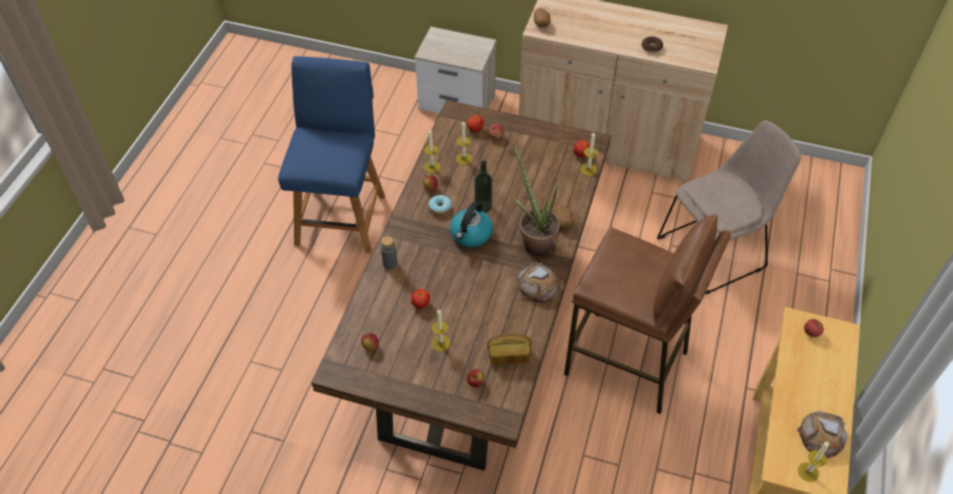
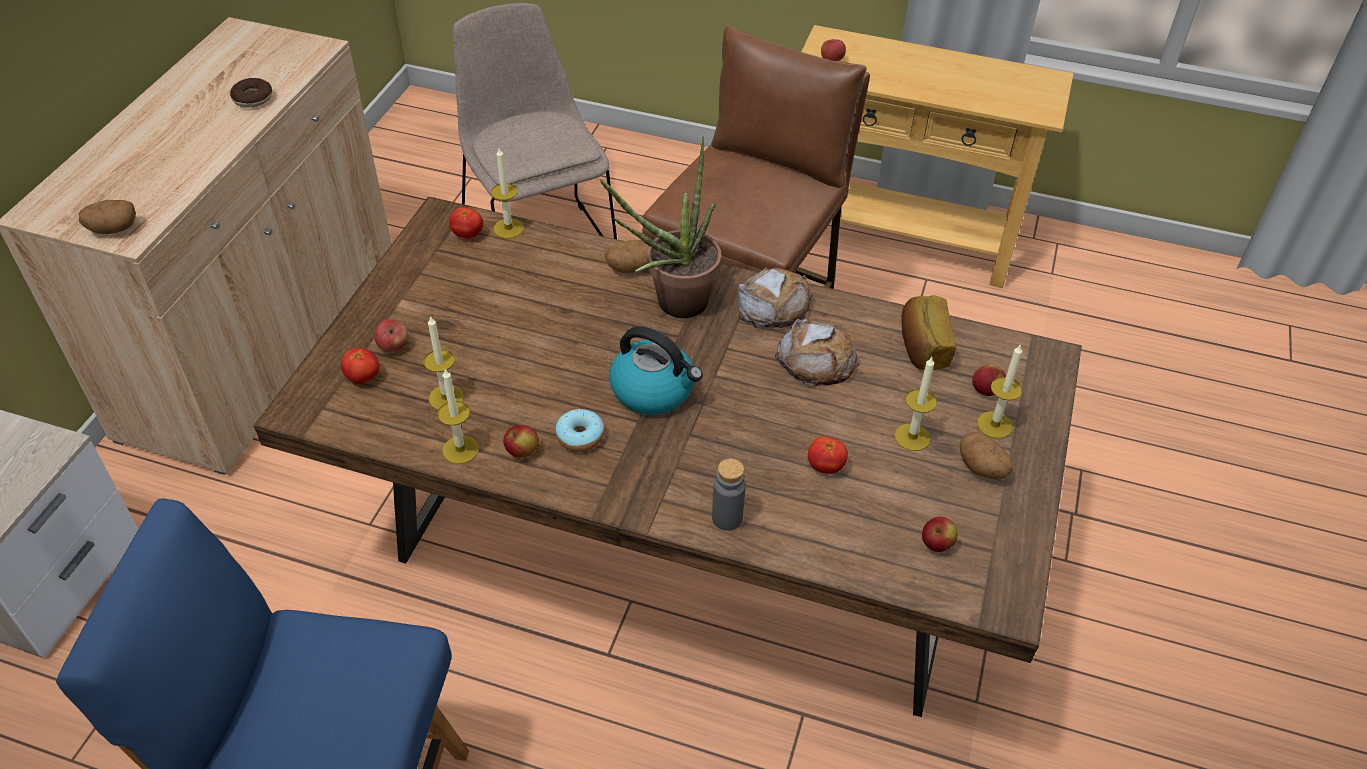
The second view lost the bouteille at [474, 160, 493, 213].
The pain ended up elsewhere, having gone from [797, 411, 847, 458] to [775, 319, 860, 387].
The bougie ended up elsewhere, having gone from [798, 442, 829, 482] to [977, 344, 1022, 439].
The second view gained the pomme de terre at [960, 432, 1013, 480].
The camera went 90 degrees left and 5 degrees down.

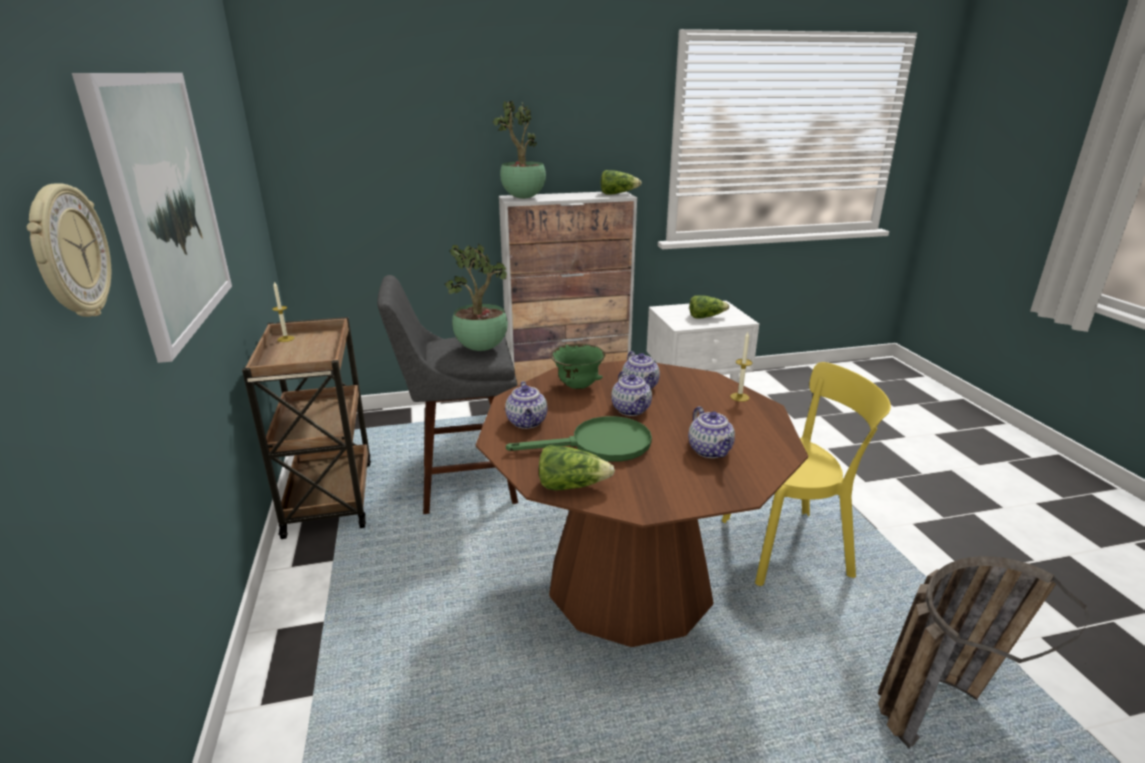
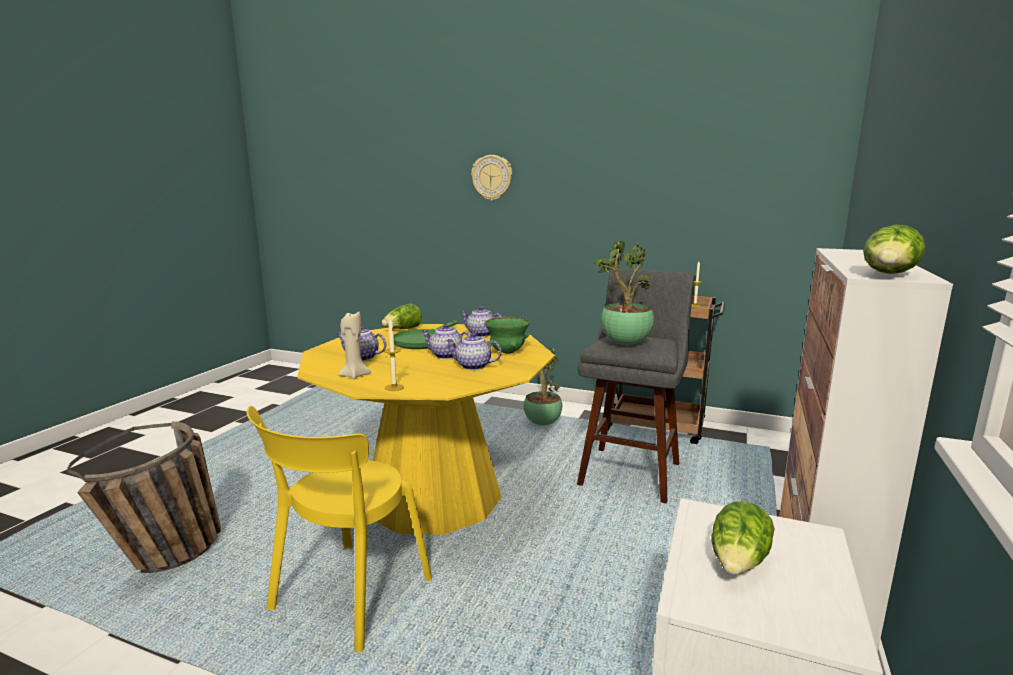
The second view lost the tableau at [72, 73, 232, 363].
The plante en pot ended up elsewhere, having gone from [493, 101, 546, 199] to [524, 348, 562, 425].
What was the table à manger/marron at [476, 360, 808, 647] turned into the table à manger/jaune at [297, 324, 555, 535].
The second view gained the bougie/beige at [338, 312, 371, 379].
The camera went 125 degrees right and 10 degrees down.

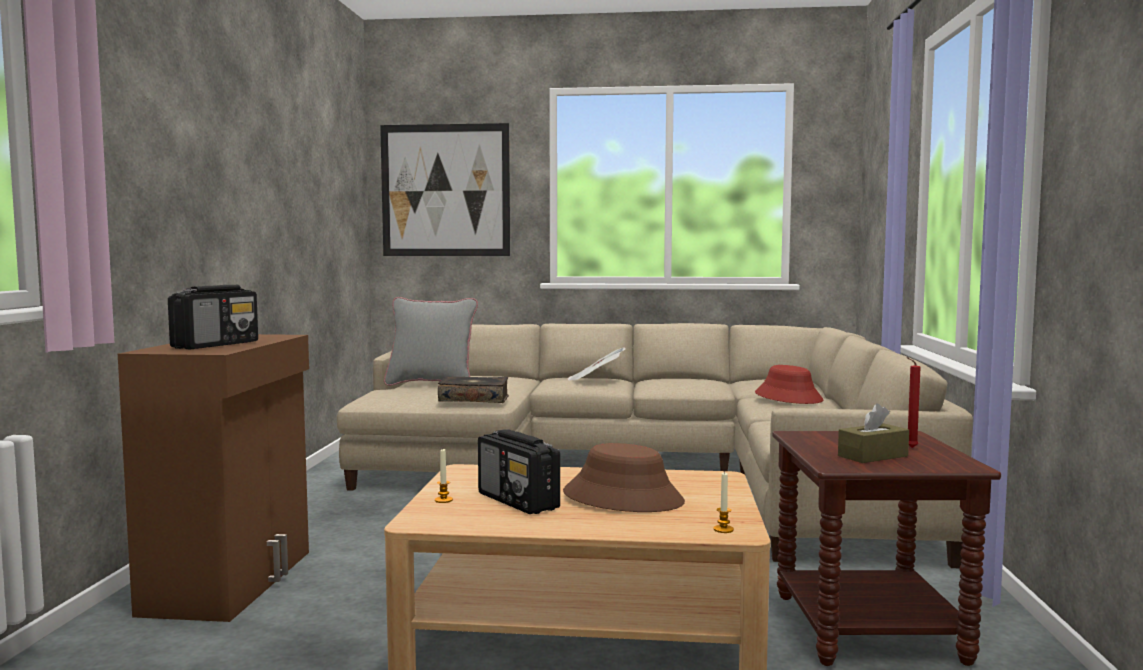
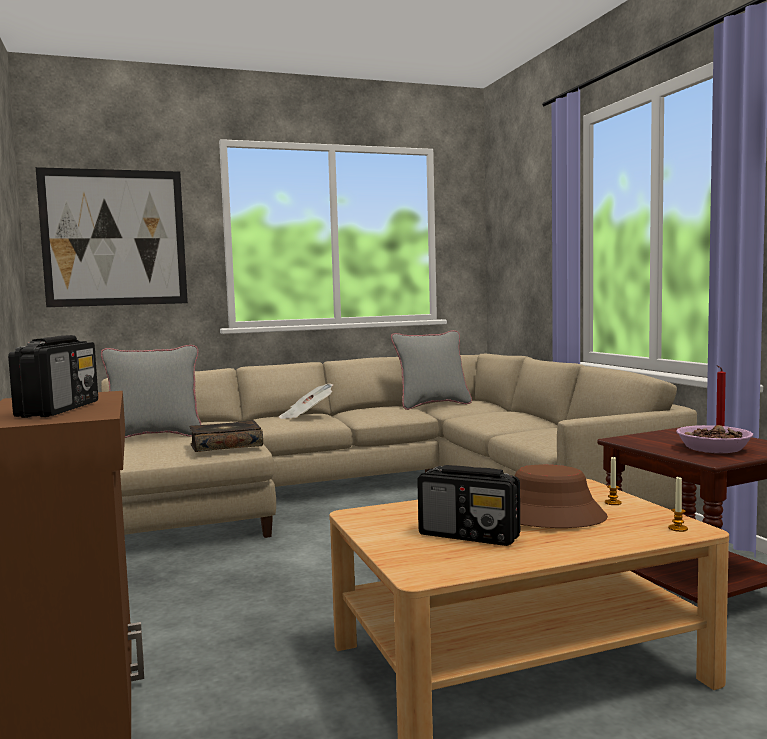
The second view lost the chapeau/rouge at [755, 365, 823, 404].
Where the boîte à mouchoirs/marron stood at [838, 404, 909, 463], the bol came to stand at [676, 425, 753, 453].
The bougie ended up elsewhere, having gone from [435, 449, 453, 503] to [605, 456, 622, 505].
The second view gained the coussin/gris at [391, 330, 472, 410].
The camera went 25 degrees left and 0 degrees up.

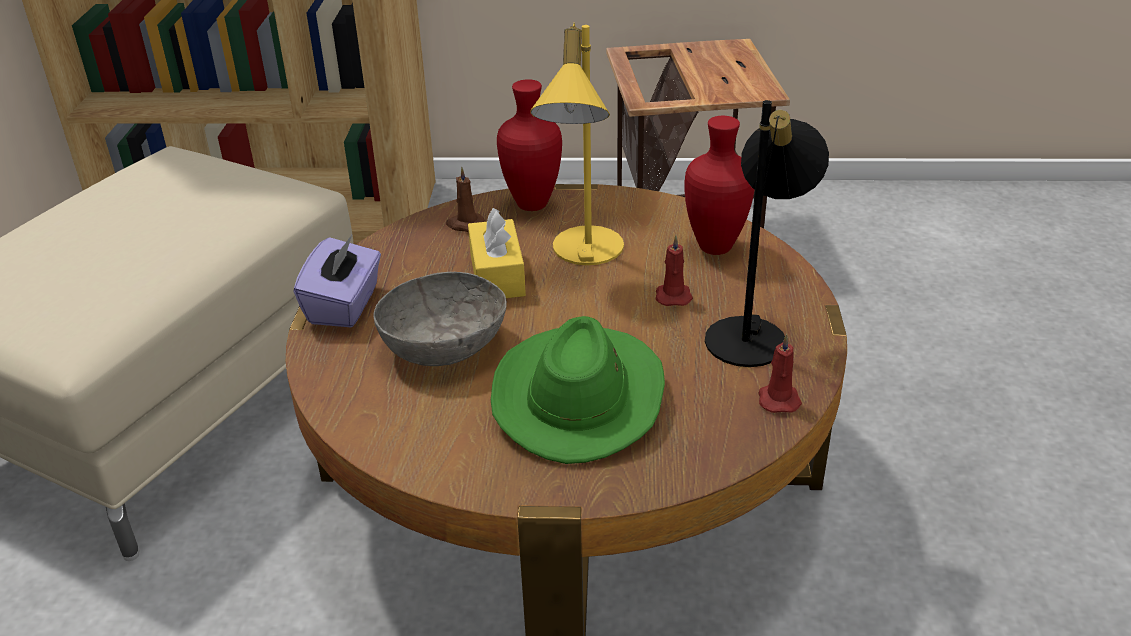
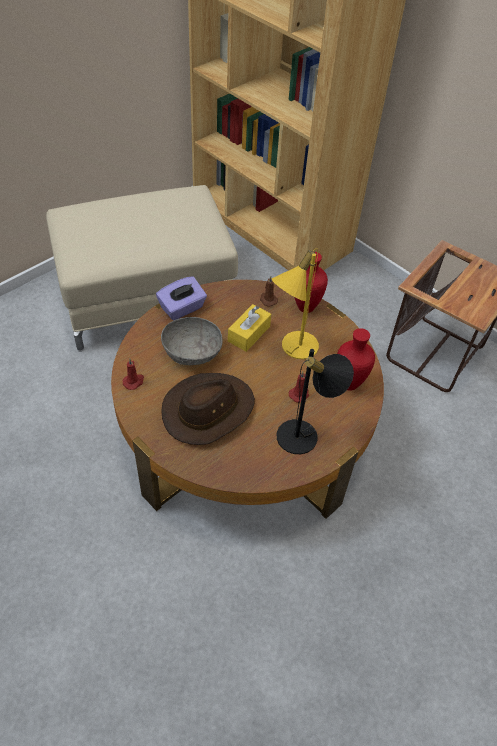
What was the chapeau/vert at [491, 316, 665, 464] turned into the chapeau/marron at [161, 373, 255, 445].
The bougie/rouge ended up elsewhere, having gone from [759, 334, 802, 413] to [123, 359, 144, 390].
The camera went 40 degrees right and 15 degrees up.

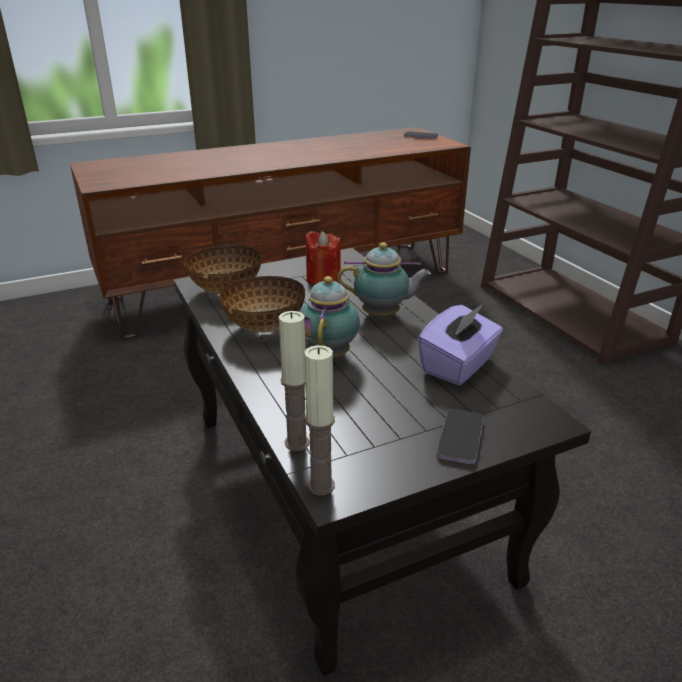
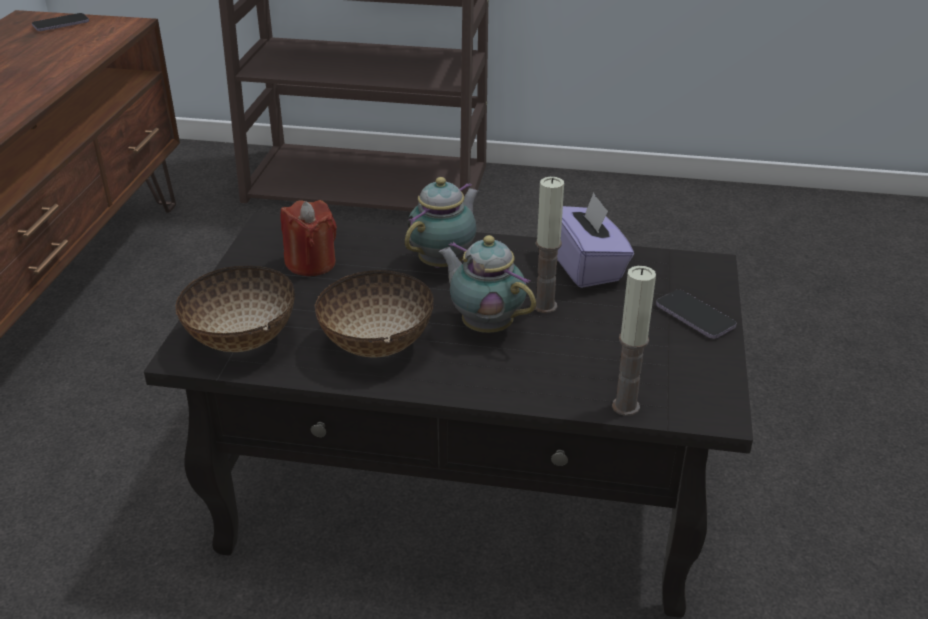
The bougie ended up elsewhere, having gone from [304, 345, 335, 496] to [535, 177, 564, 313].
The camera went 55 degrees left and 5 degrees up.

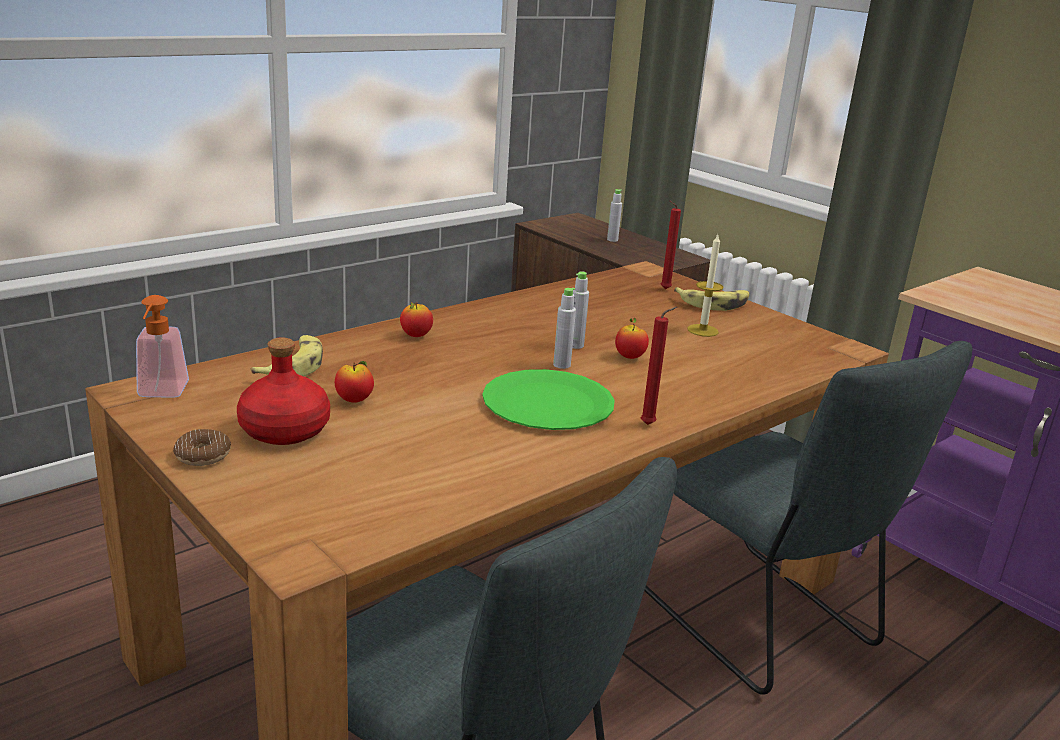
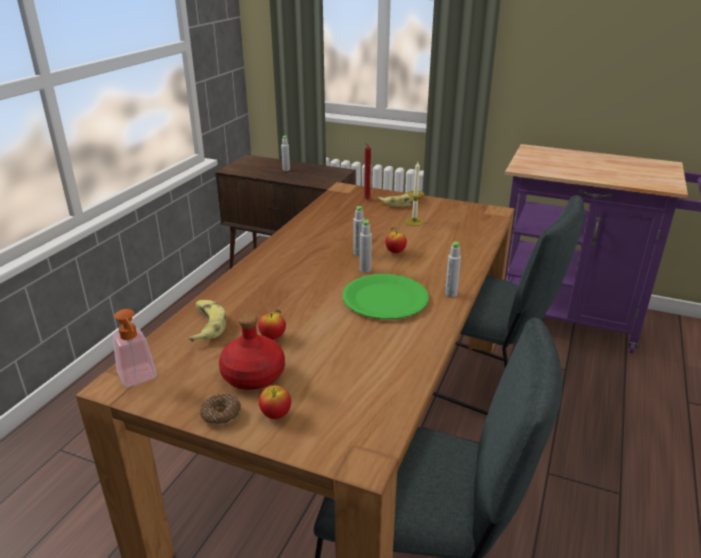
The pomme ended up elsewhere, having gone from [400, 302, 433, 337] to [259, 385, 291, 419].
Where the bougie/rouge stood at [641, 307, 677, 425], the bouteille/gris came to stand at [445, 242, 461, 297].
The camera went 25 degrees left and 5 degrees up.

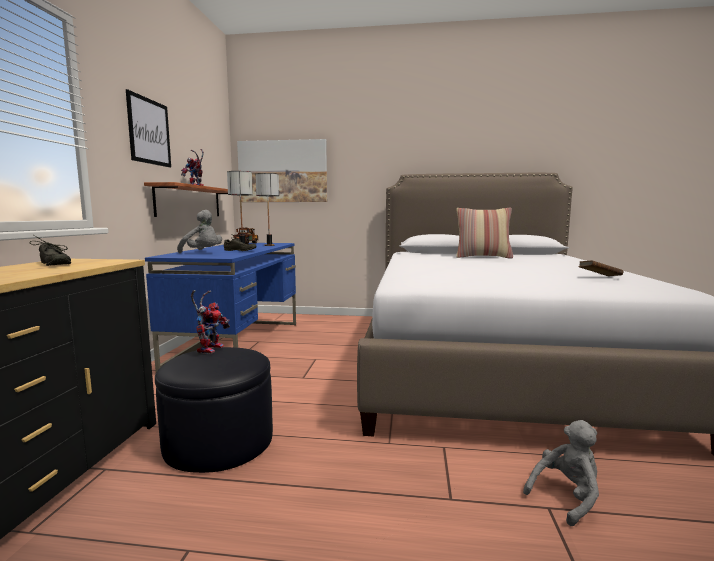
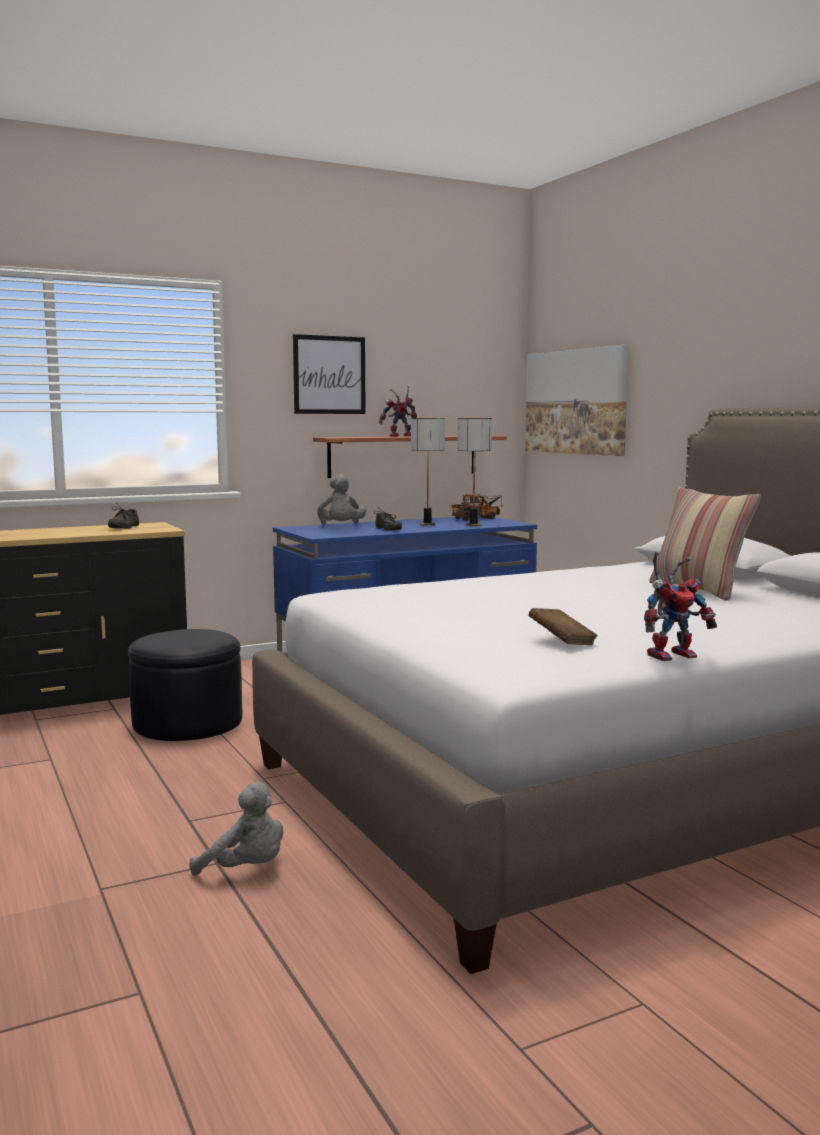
The robot jouet ended up elsewhere, having gone from [191, 290, 230, 354] to [644, 552, 717, 661].
The camera went 55 degrees right and 0 degrees up.

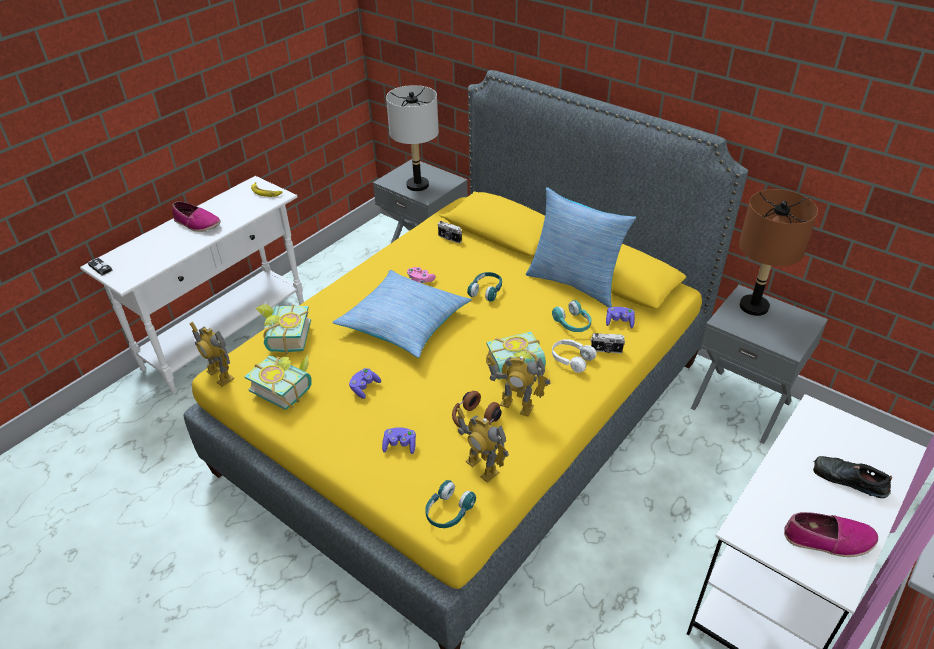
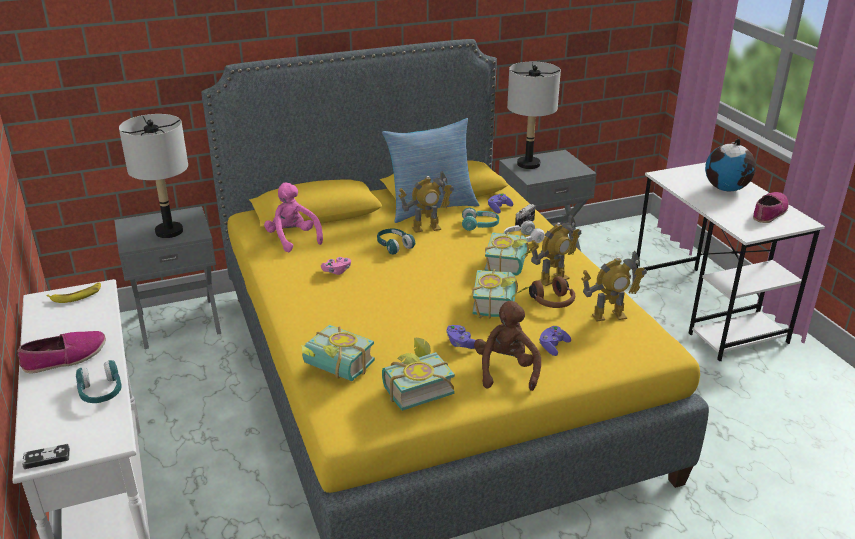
What was the lampe de table/marron at [739, 189, 818, 316] turned into the lampe de table/gris at [507, 62, 561, 169].
Where the appareil photo stood at [438, 221, 462, 243], the peluche/rose came to stand at [264, 182, 323, 252].
The second view lost the coussin at [333, 270, 472, 358].
The robot jouet ended up elsewhere, having gone from [189, 321, 234, 387] to [398, 171, 454, 233].
Where the chaussure/noir stood at [813, 456, 892, 498], the globe came to stand at [705, 139, 756, 192].
The casque audio/turquoise ended up elsewhere, having gone from [425, 480, 476, 528] to [76, 360, 122, 403].
The second view gained the livre at [472, 269, 529, 319].
The second view gained the peluche/marron at [474, 301, 541, 391].
The camera went 60 degrees left and 10 degrees down.

